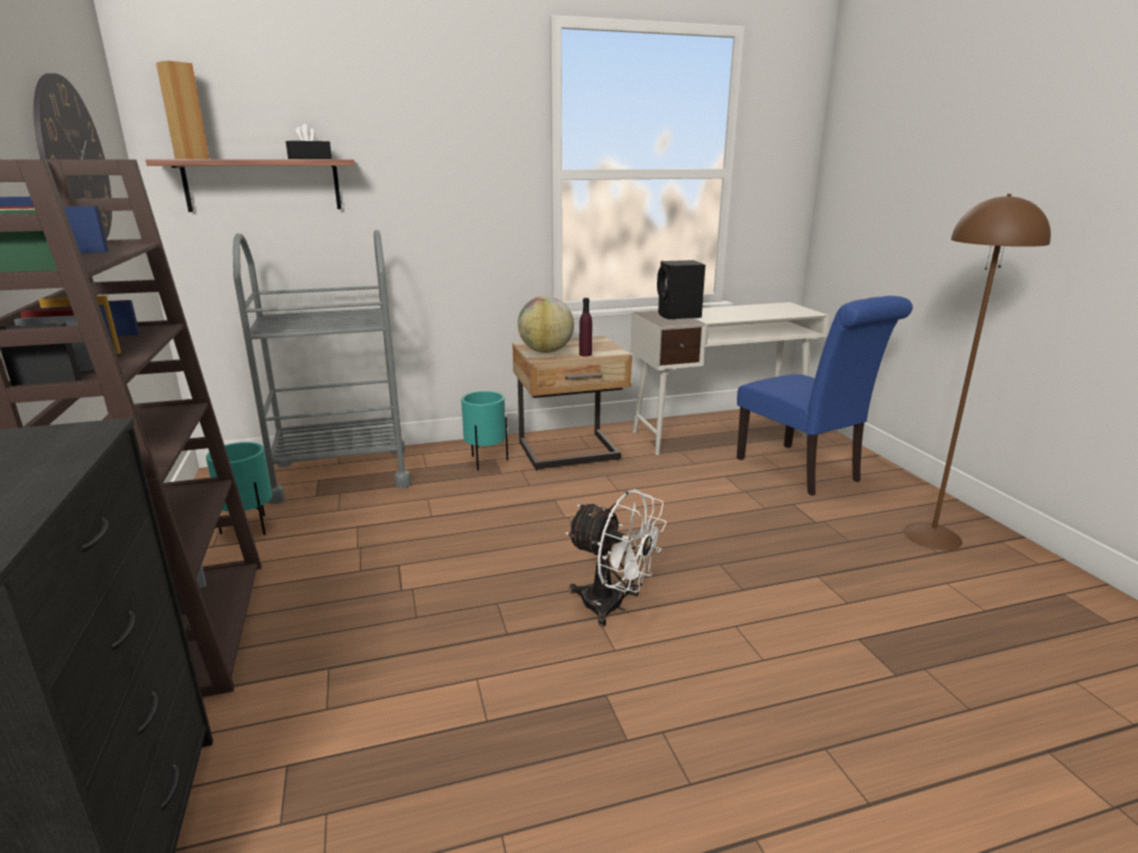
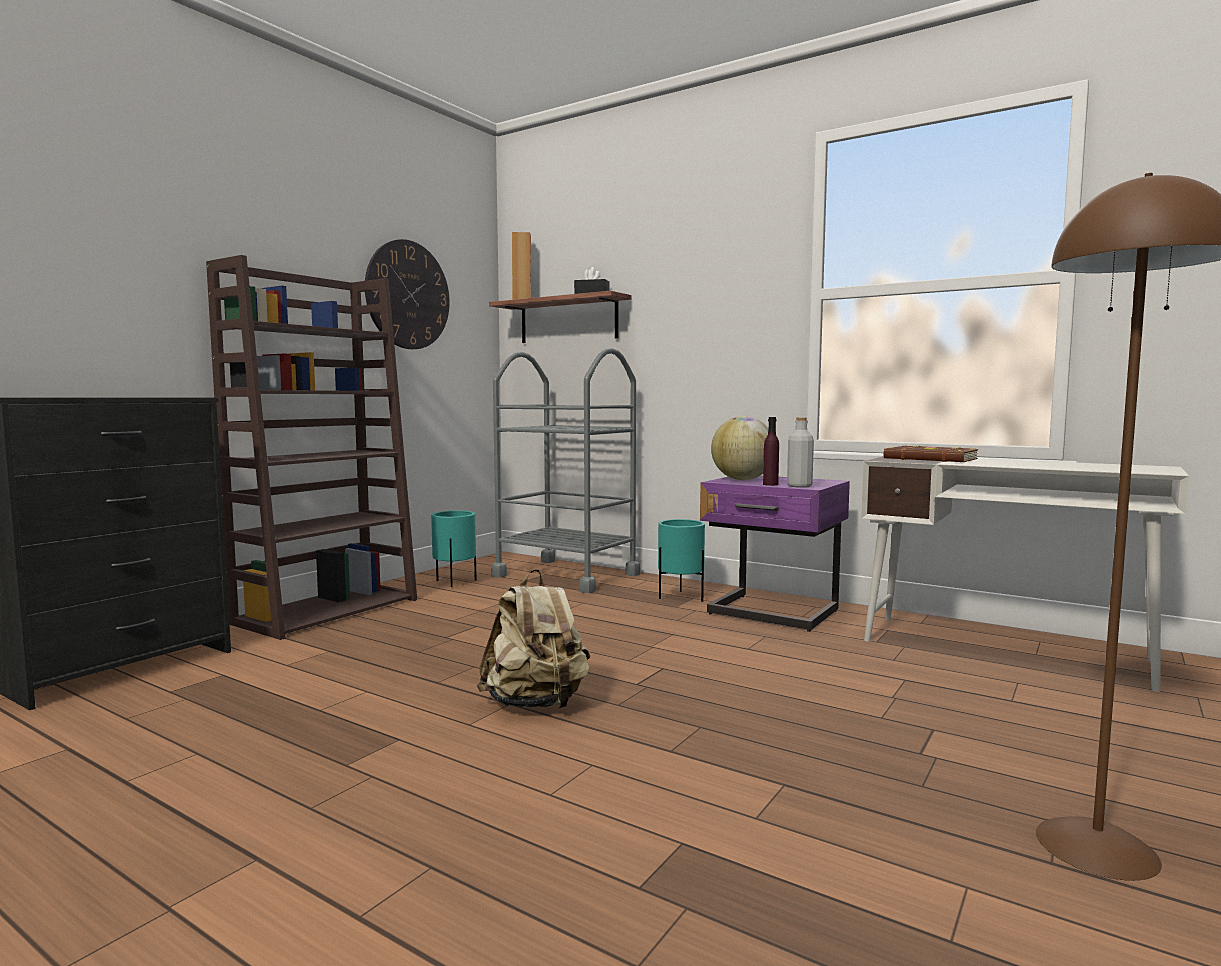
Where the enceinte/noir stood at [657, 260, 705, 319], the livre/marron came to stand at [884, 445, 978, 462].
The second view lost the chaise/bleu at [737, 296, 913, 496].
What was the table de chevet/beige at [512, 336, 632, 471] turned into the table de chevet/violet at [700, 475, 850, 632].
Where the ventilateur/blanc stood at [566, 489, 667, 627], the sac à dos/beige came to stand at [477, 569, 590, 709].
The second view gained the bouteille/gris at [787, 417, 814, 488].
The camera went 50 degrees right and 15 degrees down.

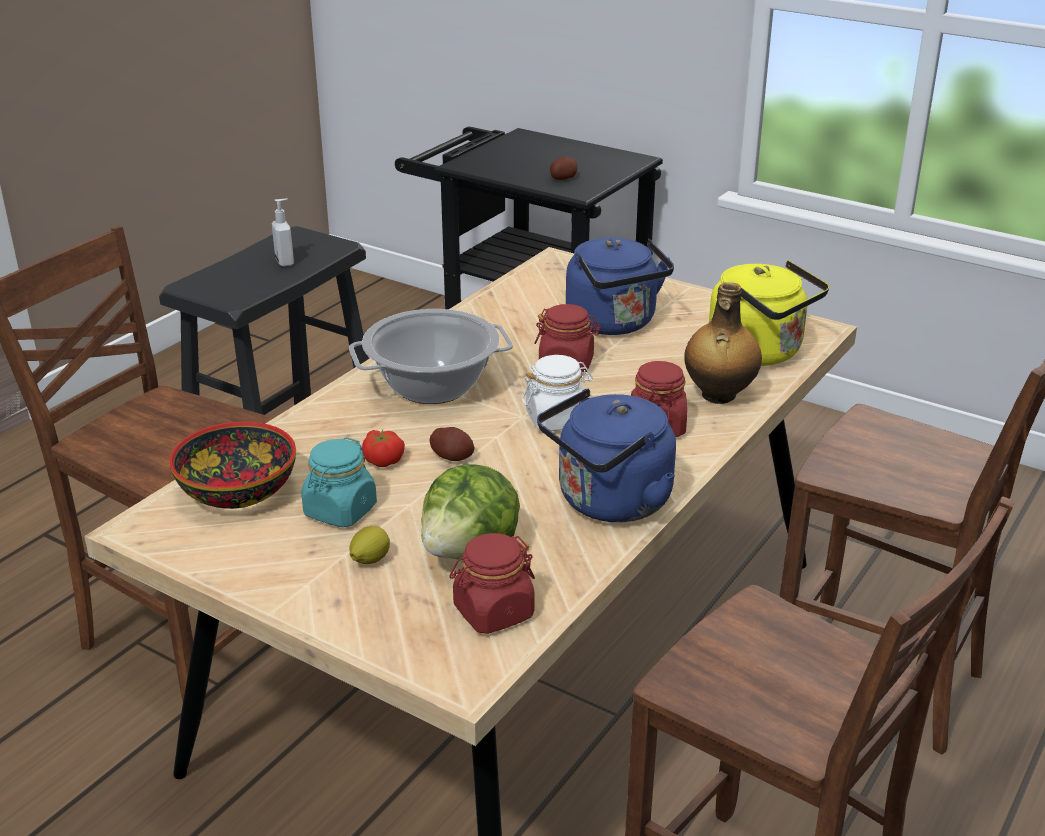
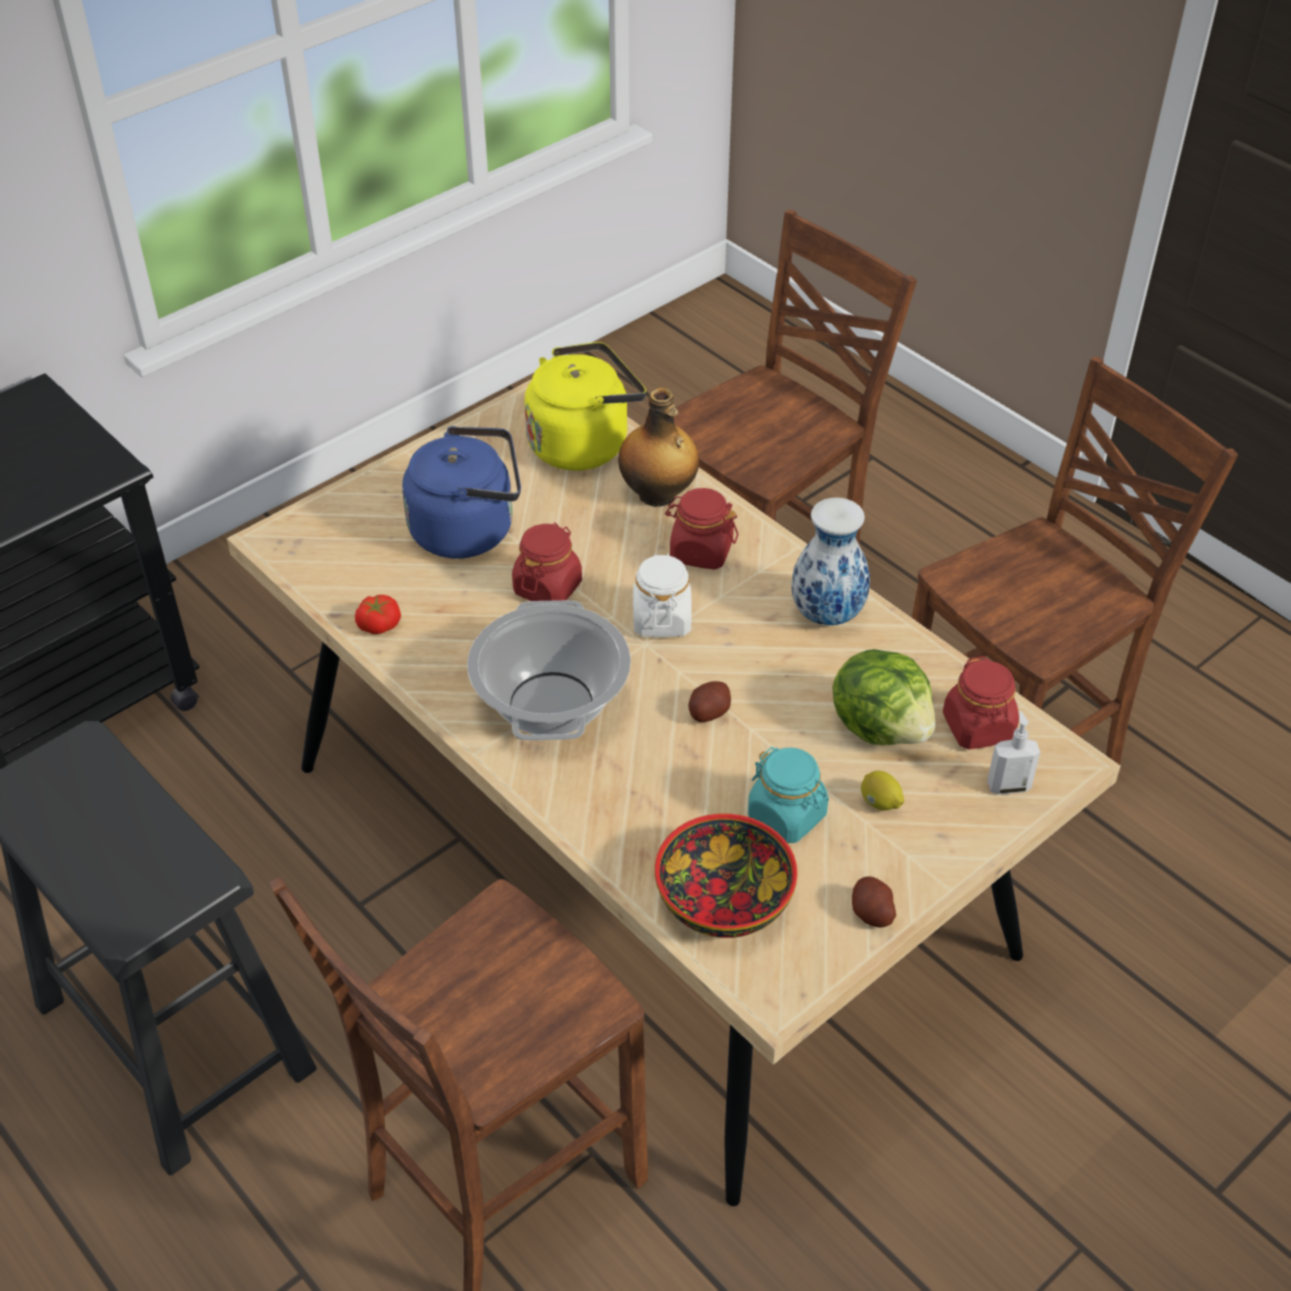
The pomme de terre ended up elsewhere, having gone from [550, 157, 577, 180] to [852, 877, 896, 928].
The distributeur de savon ended up elsewhere, having gone from [272, 198, 294, 267] to [987, 711, 1040, 795].
Where the bouilloire/bleu stood at [537, 388, 676, 522], the vase came to stand at [791, 498, 870, 625].
The tomate ended up elsewhere, having gone from [362, 430, 405, 467] to [355, 595, 401, 634].
The camera went 75 degrees left and 15 degrees up.

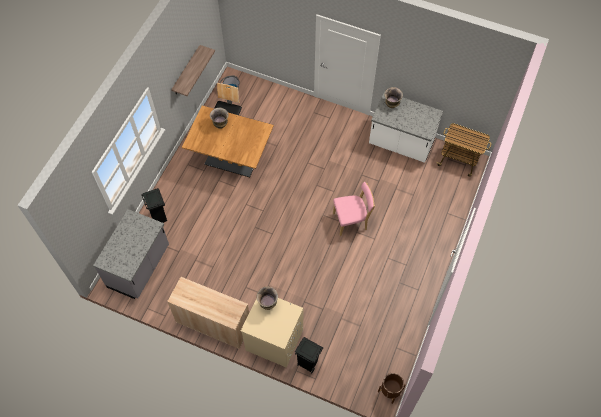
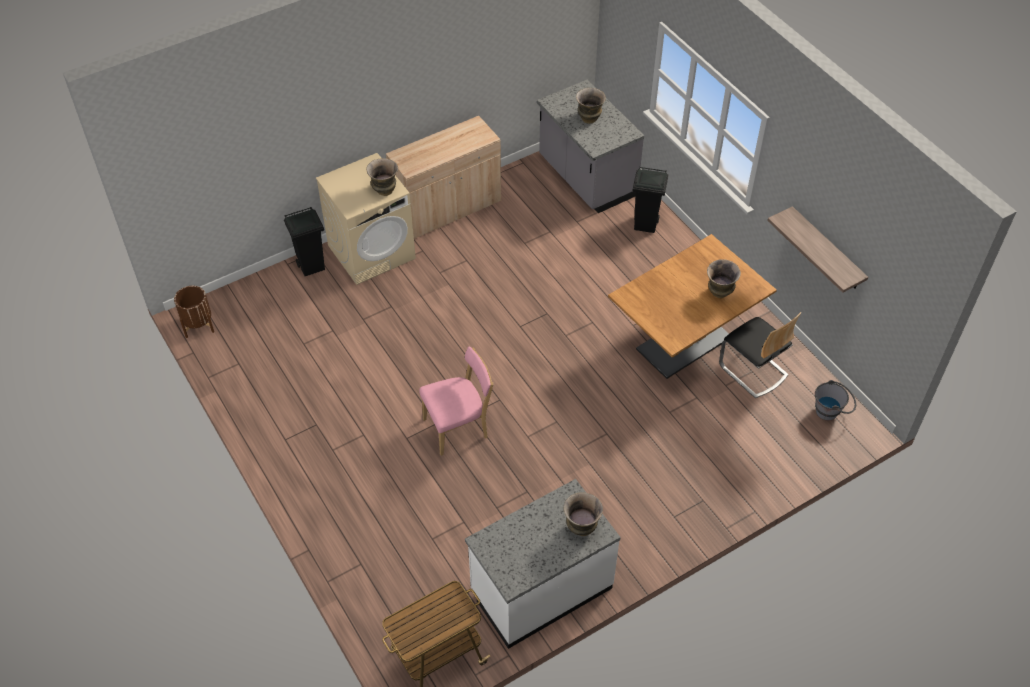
The chaise/rose at [333, 182, 375, 236] ended up facing another way, 135 degrees counterclockwise from before.
The second view gained the vase at [576, 88, 606, 124].
The camera went 125 degrees right and 10 degrees down.

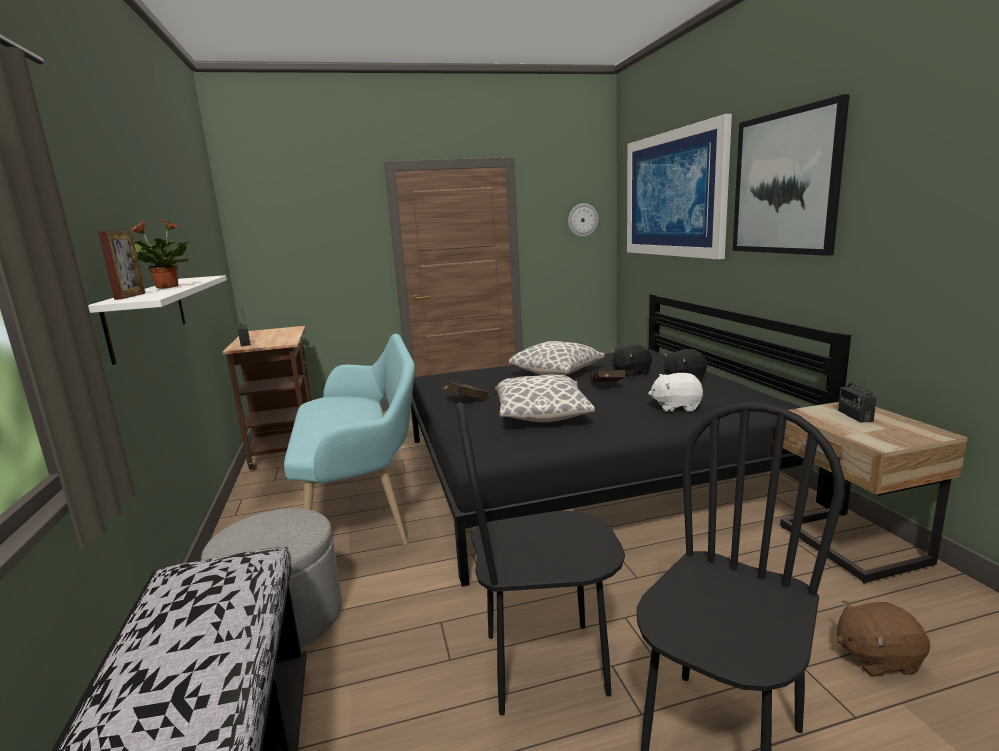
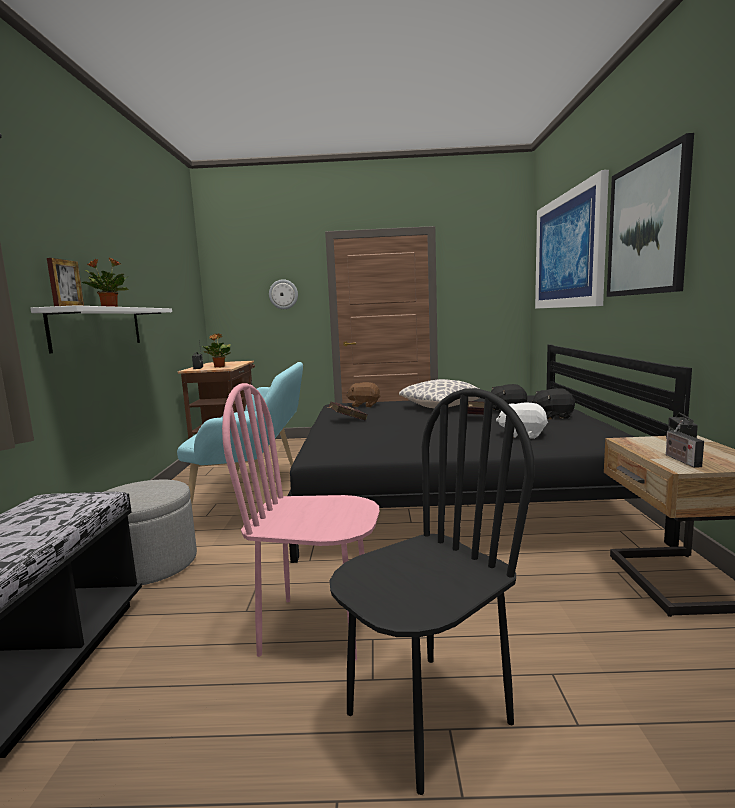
The horloge murale ended up elsewhere, having gone from [568, 203, 599, 237] to [269, 279, 298, 309].
The second view lost the coussin at [495, 374, 595, 422].
What was the chaise/noir at [456, 402, 625, 716] turned into the chaise/rose at [222, 383, 379, 661].
The peluche/marron ended up elsewhere, having gone from [837, 600, 930, 677] to [346, 382, 380, 407].
The second view gained the plante en pot at [202, 333, 231, 367].
The second view gained the radio at [666, 420, 704, 468].
The camera went 15 degrees right and 5 degrees down.

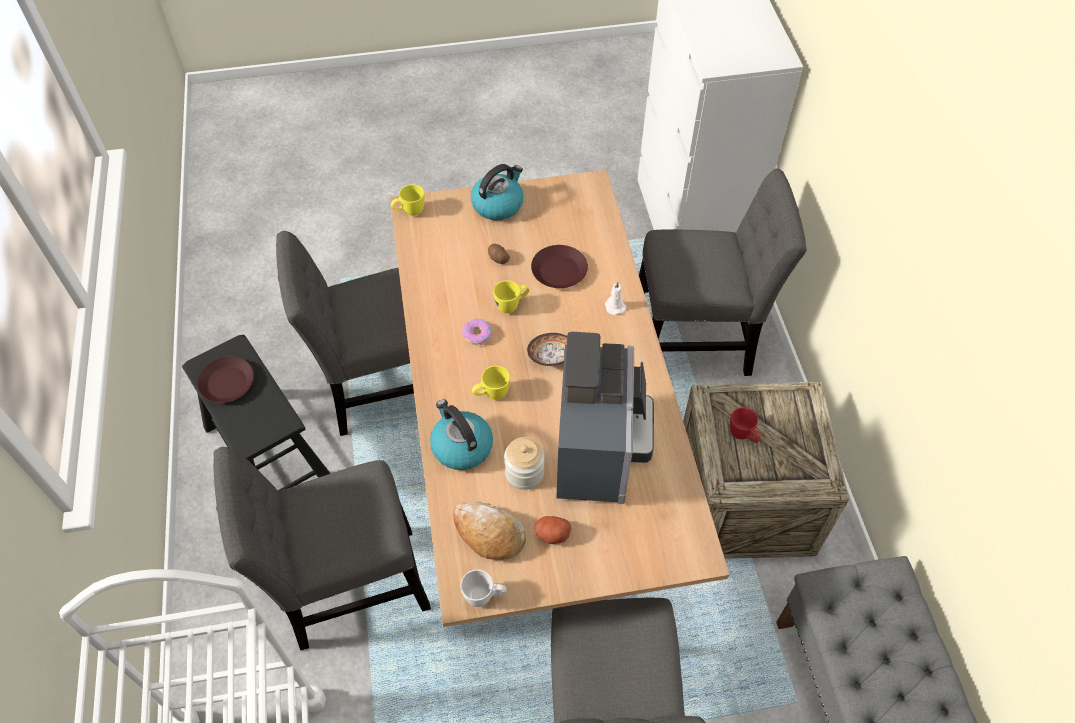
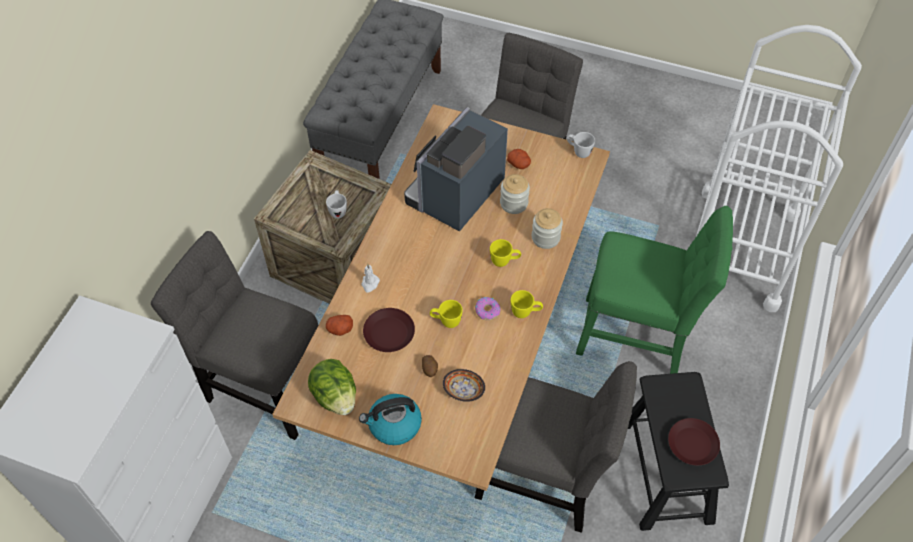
The mug/jaune ended up elsewhere, having gone from [391, 184, 424, 216] to [511, 290, 543, 318].
The bol ended up elsewhere, having gone from [527, 333, 567, 366] to [443, 369, 485, 402].
Where the bouilloire stood at [430, 399, 493, 470], the bocal came to stand at [532, 208, 563, 249].
What was the mug/rouge at [730, 407, 761, 443] turned into the mug/blanc at [326, 190, 347, 218].
What was the chaise/gris at [213, 447, 431, 650] turned into the chaise/vert at [576, 206, 733, 374].
The second view lost the pain at [453, 502, 526, 560].
The second view gained the pomme de terre at [326, 315, 353, 336].
The second view gained the laitue at [308, 359, 356, 415].
The camera went 150 degrees left and 0 degrees up.

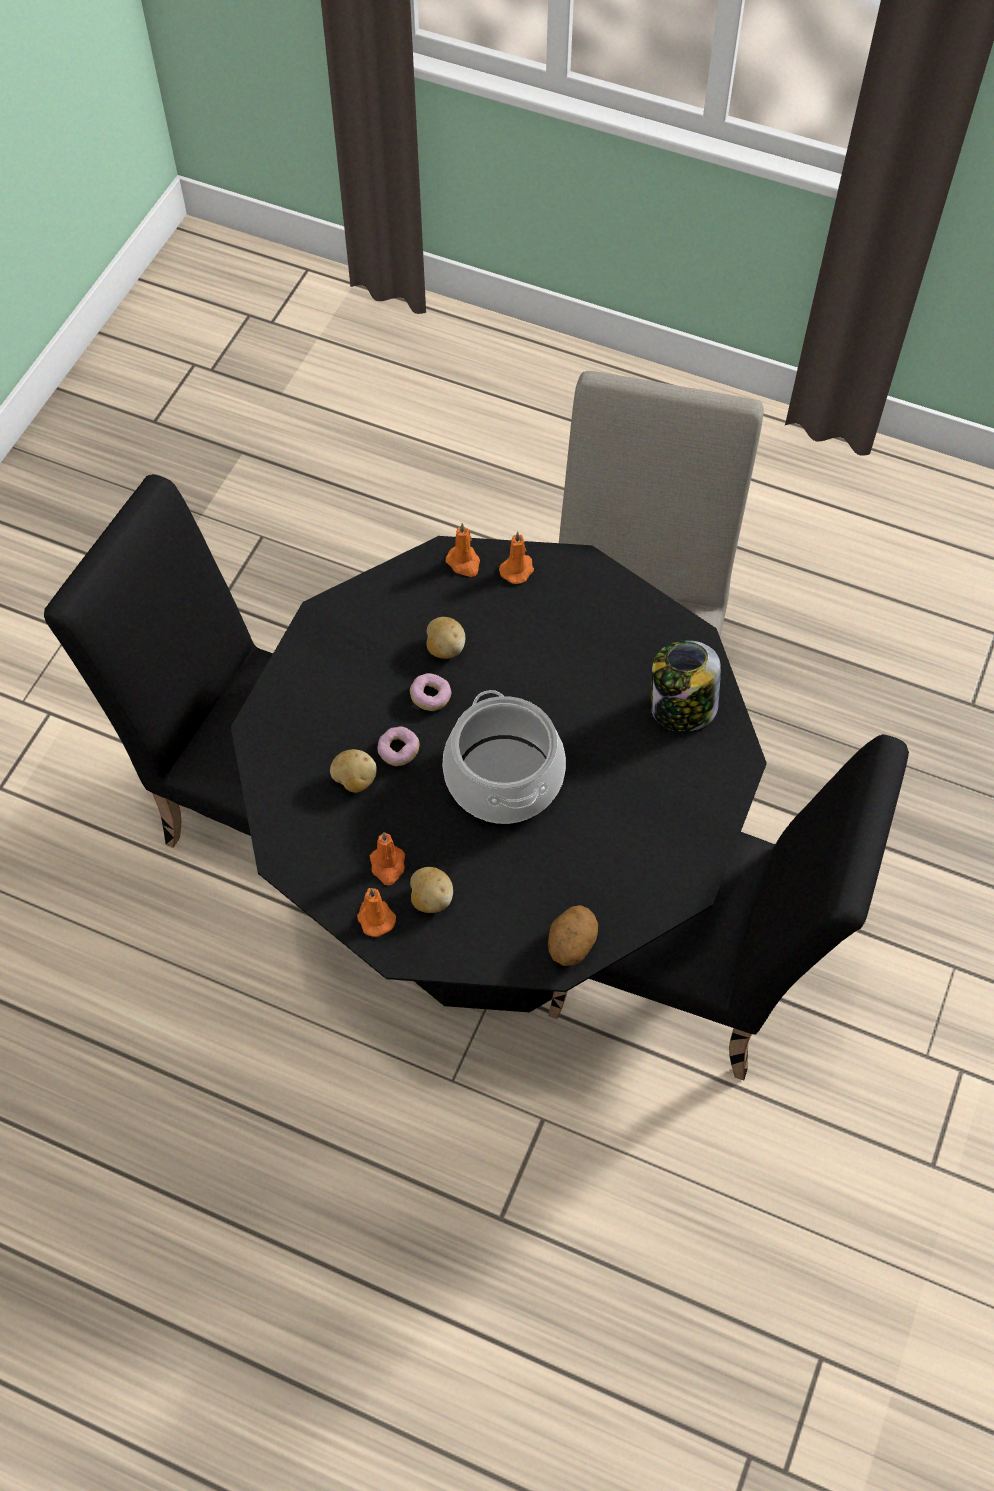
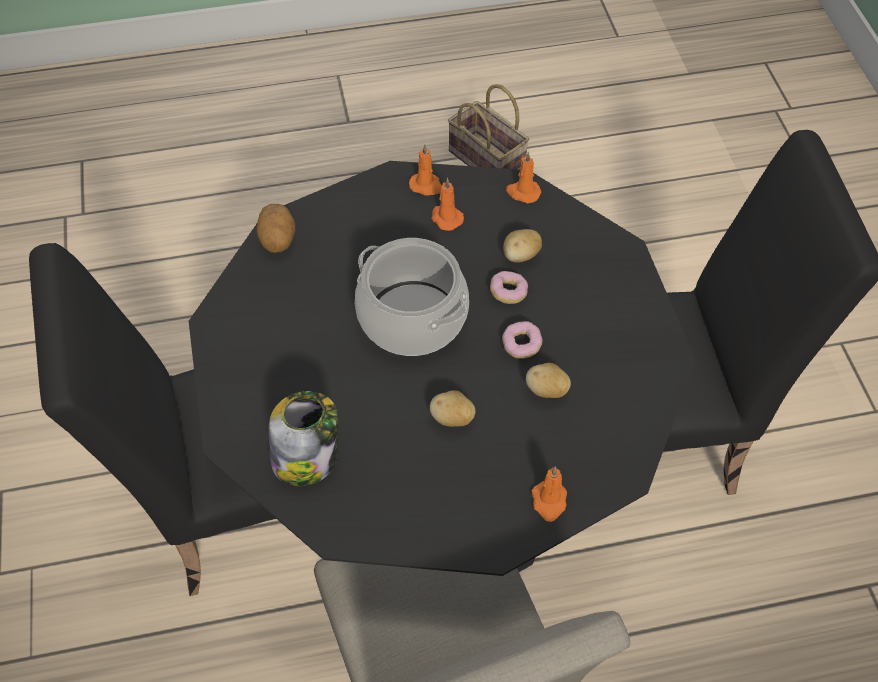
The bougie/orange ended up elsewhere, having gone from [446, 523, 480, 577] to [506, 151, 541, 203].
The pomme de terre ended up elsewhere, having gone from [410, 867, 453, 913] to [430, 390, 475, 427].
The second view gained the panier at [448, 84, 529, 170].
The camera went 145 degrees right and 5 degrees down.

